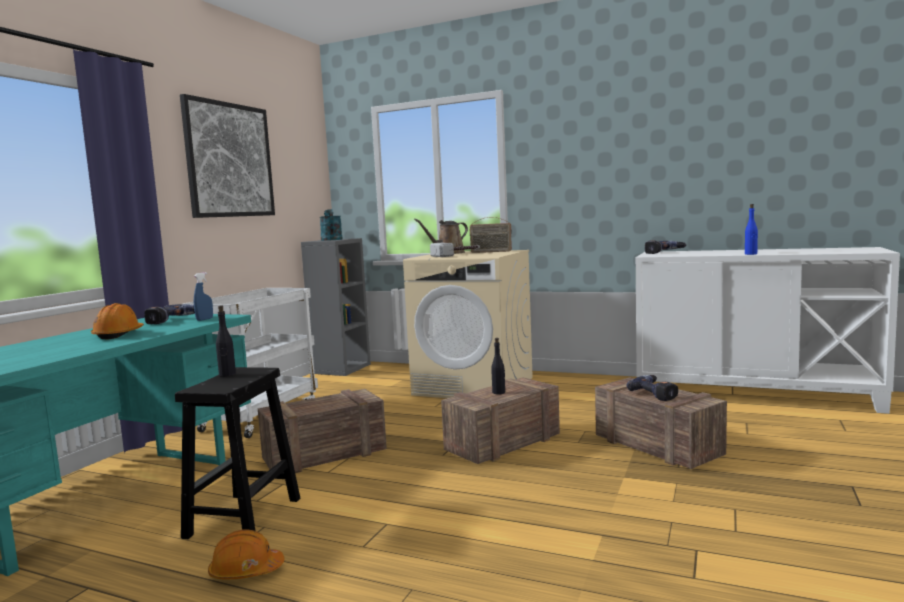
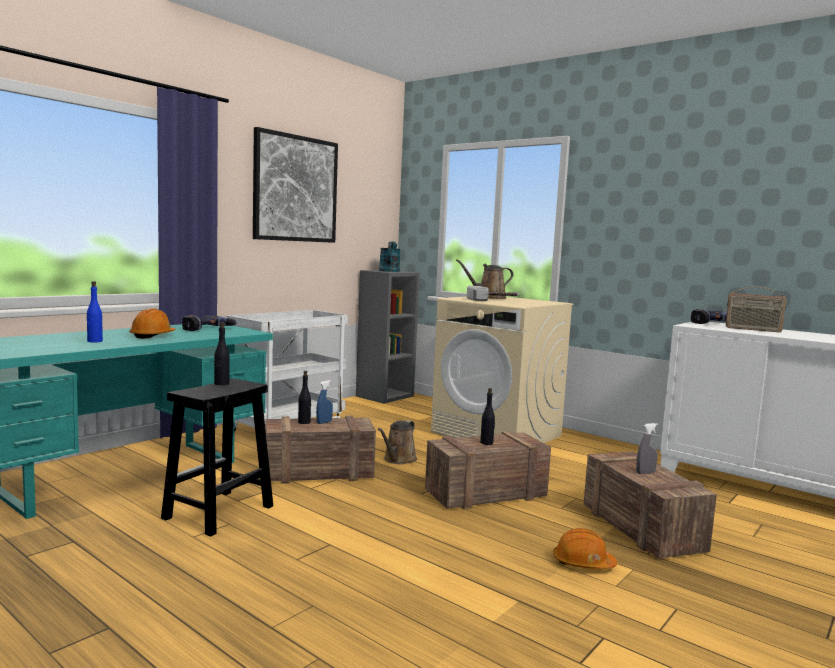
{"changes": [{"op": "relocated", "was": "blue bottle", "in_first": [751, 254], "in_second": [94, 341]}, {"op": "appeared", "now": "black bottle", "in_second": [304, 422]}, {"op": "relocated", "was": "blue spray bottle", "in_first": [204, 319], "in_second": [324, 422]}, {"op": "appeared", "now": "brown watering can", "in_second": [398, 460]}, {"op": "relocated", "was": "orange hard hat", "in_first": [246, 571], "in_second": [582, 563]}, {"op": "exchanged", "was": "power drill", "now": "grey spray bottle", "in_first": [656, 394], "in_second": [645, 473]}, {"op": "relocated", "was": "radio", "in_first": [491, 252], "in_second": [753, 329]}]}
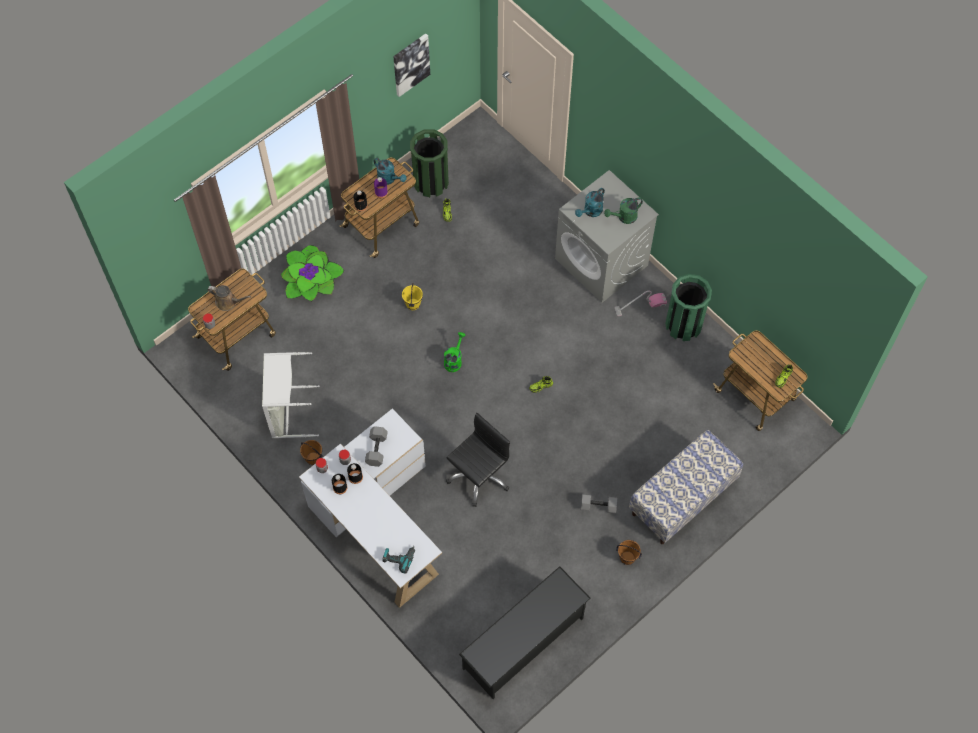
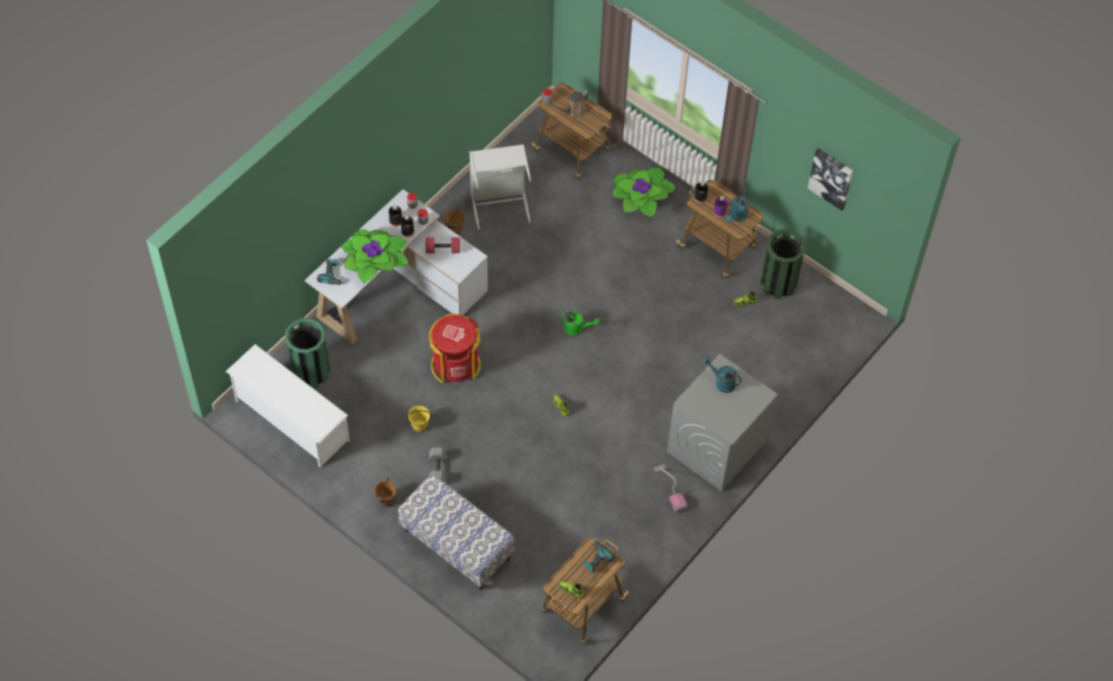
{"changes": [{"op": "colour", "was": "black shoe rack", "now": "white shoe rack", "in_first": [524, 643], "in_second": [291, 420]}, {"op": "relocated", "was": "green trash can", "in_first": [683, 325], "in_second": [311, 372]}, {"op": "appeared", "now": "potted plant", "in_second": [375, 263]}, {"op": "relocated", "was": "yellow bucket", "in_first": [413, 304], "in_second": [419, 426]}, {"op": "colour", "was": "grey dumbbell", "now": "red dumbbell", "in_first": [376, 449], "in_second": [443, 249]}, {"op": "exchanged", "was": "black office chair", "now": "red trash can", "in_first": [478, 476], "in_second": [455, 364]}, {"op": "spun", "was": "brown watering can", "in_first": [228, 302], "in_second": [574, 111], "clockwise": 45}, {"op": "appeared", "now": "power drill", "in_second": [595, 558]}, {"op": "missing", "was": "green watering can", "in_first": [624, 217]}]}
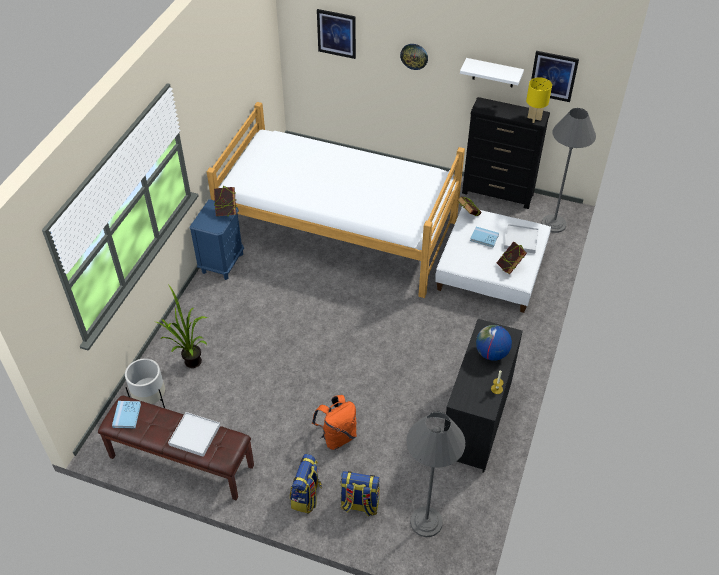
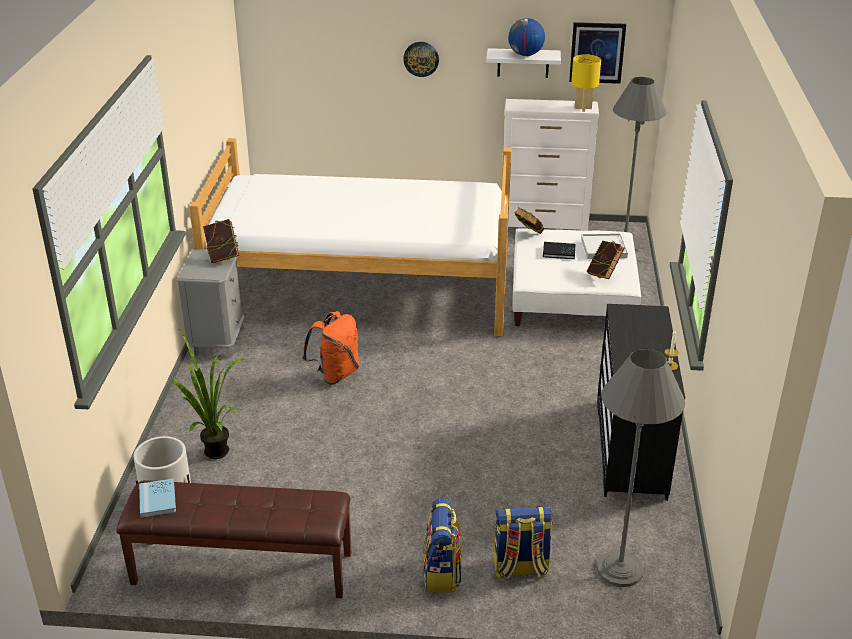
{"changes": [{"op": "colour", "was": "blue nightstand", "now": "grey nightstand", "in_first": [222, 263], "in_second": [217, 341]}, {"op": "relocated", "was": "orange backpack", "in_first": [337, 436], "in_second": [335, 374]}, {"op": "colour", "was": "black dresser", "now": "white dresser", "in_first": [498, 194], "in_second": [544, 227]}, {"op": "relocated", "was": "globe", "in_first": [491, 353], "in_second": [525, 55]}, {"op": "colour", "was": "blue book", "now": "black book", "in_first": [484, 238], "in_second": [559, 252]}, {"op": "missing", "was": "white tray", "in_first": [194, 435]}, {"op": "missing", "was": "picture", "in_first": [336, 33]}]}
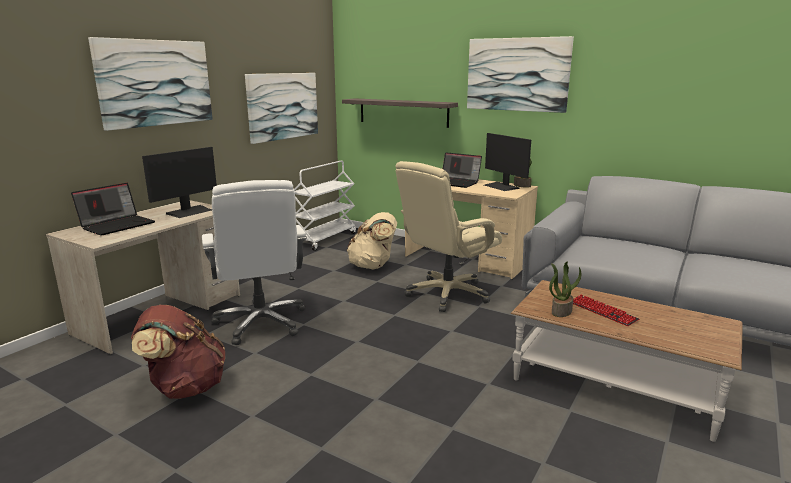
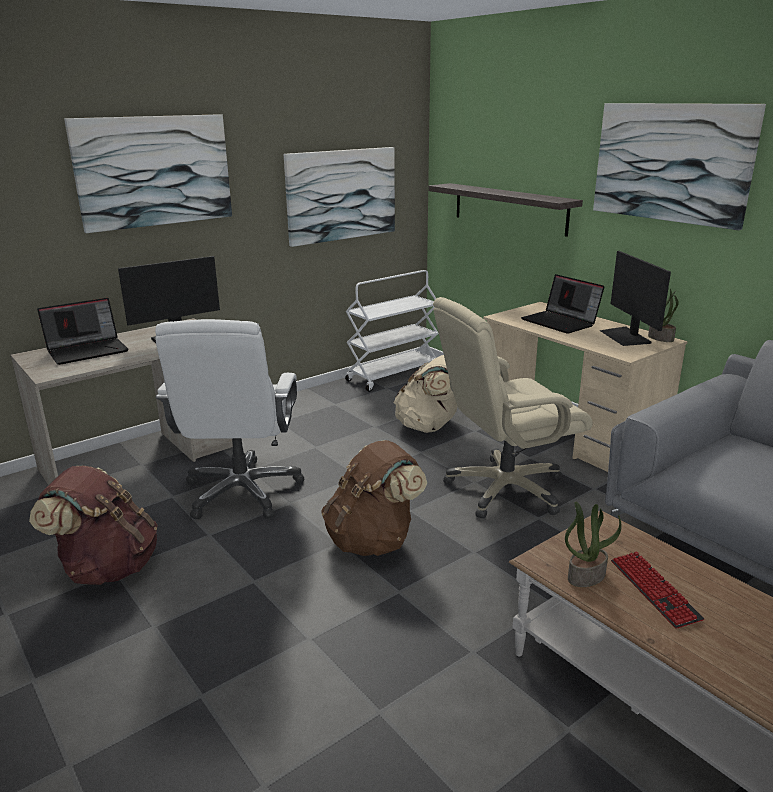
{"changes": [{"op": "appeared", "now": "brown backpack", "in_second": [373, 541]}]}
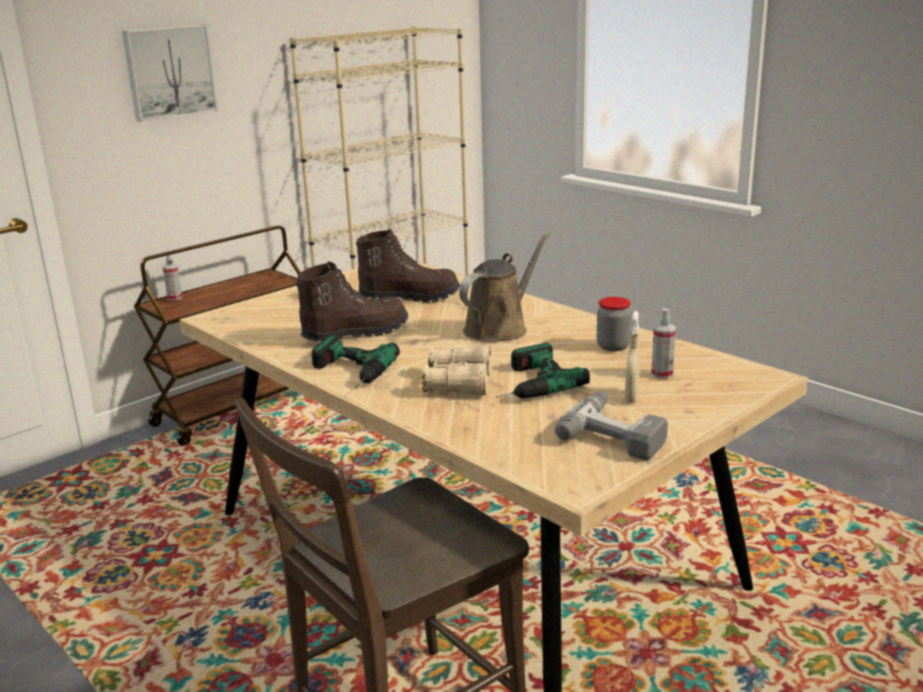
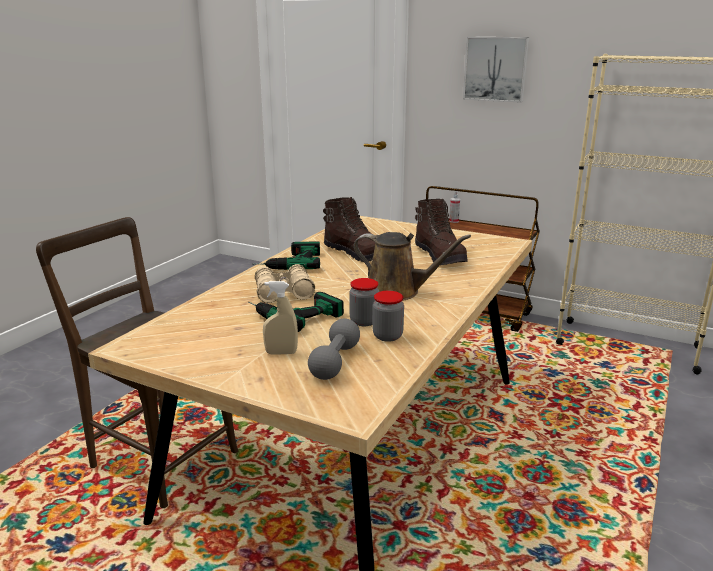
{"changes": [{"op": "exchanged", "was": "spray bottle", "now": "grey dumbbell", "in_first": [662, 374], "in_second": [335, 362]}, {"op": "appeared", "now": "jar", "in_second": [364, 321]}, {"op": "missing", "was": "power drill", "in_first": [618, 433]}]}
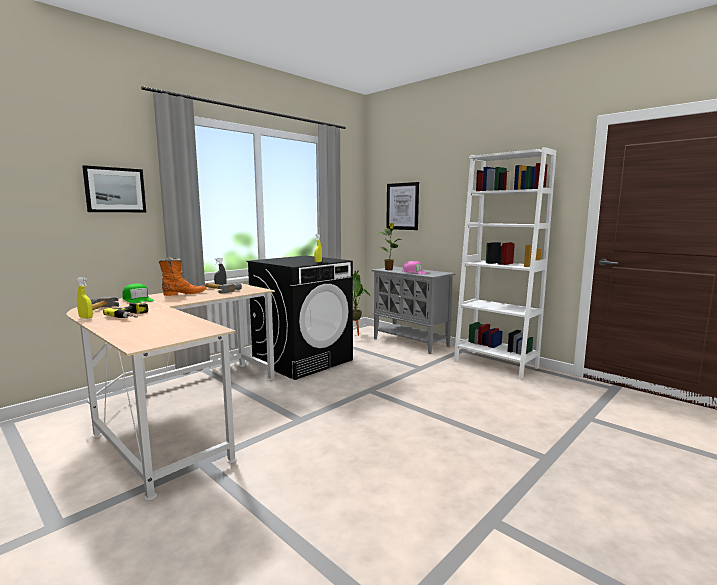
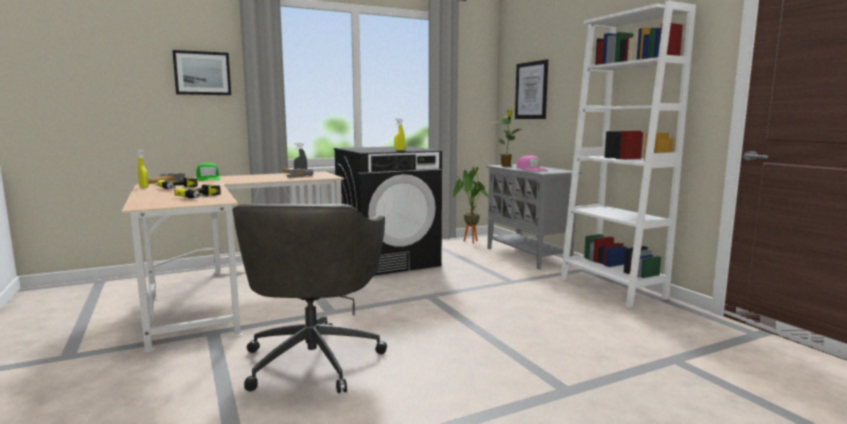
{"changes": [{"op": "appeared", "now": "power drill", "in_second": [205, 197]}, {"op": "appeared", "now": "grey office chair", "in_second": [314, 358]}, {"op": "missing", "was": "orange boot", "in_first": [184, 294]}]}
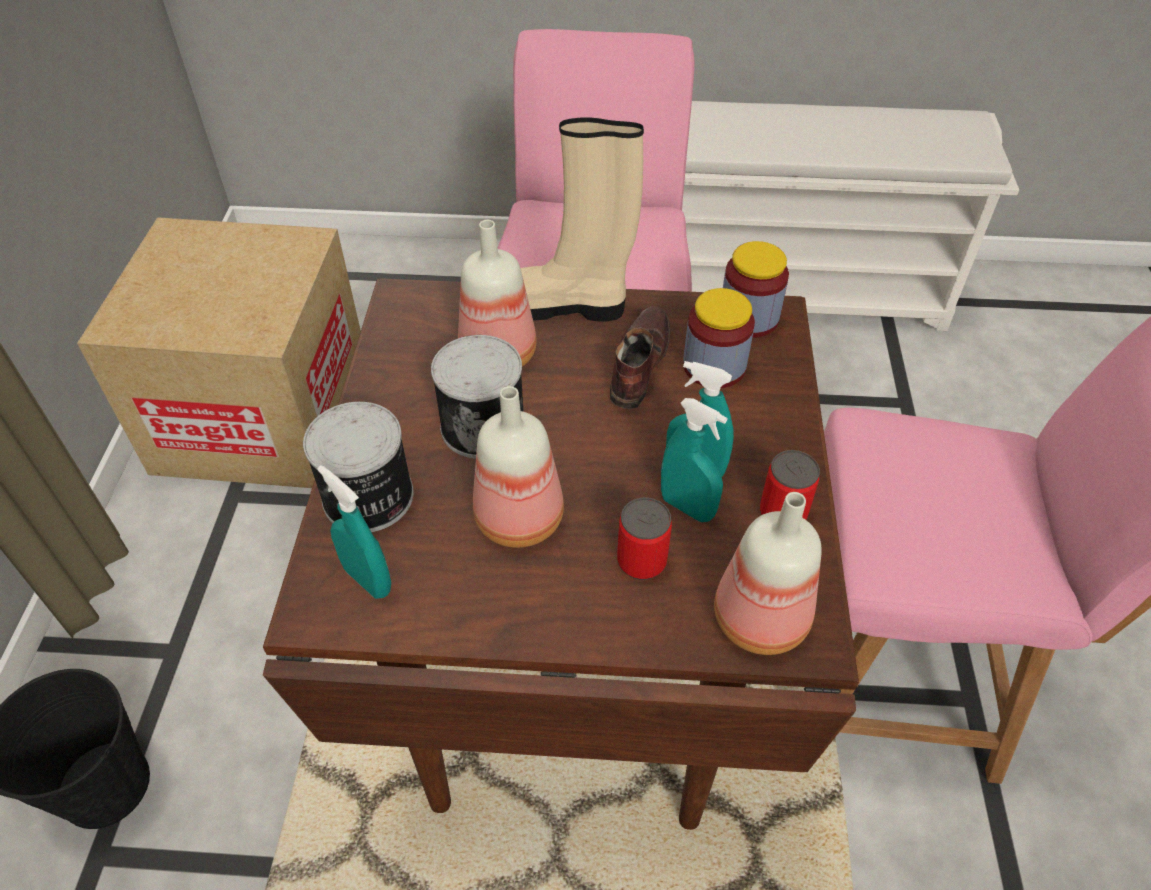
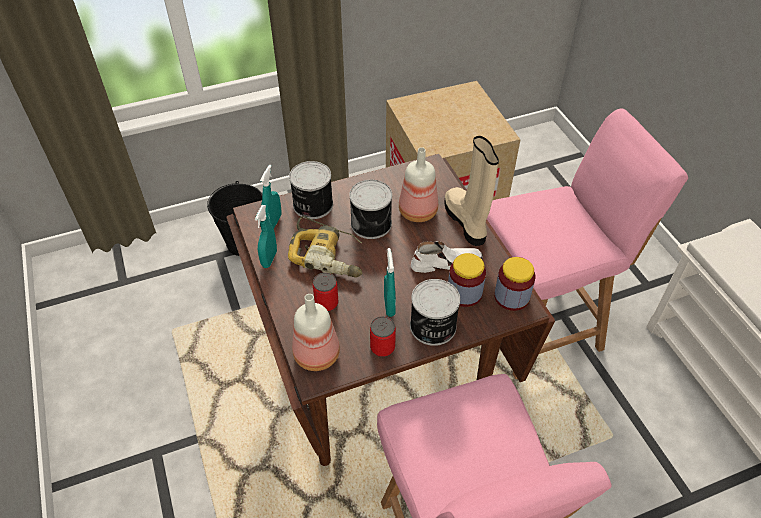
{"changes": [{"op": "relocated", "was": "turquoise spray bottle", "in_first": [687, 507], "in_second": [269, 259]}, {"op": "exchanged", "was": "bottle", "now": "power drill", "in_first": [519, 516], "in_second": [328, 254]}, {"op": "appeared", "now": "can", "in_second": [433, 327]}, {"op": "colour", "was": "brown shoe", "now": "white shoe", "in_first": [638, 364], "in_second": [446, 263]}]}
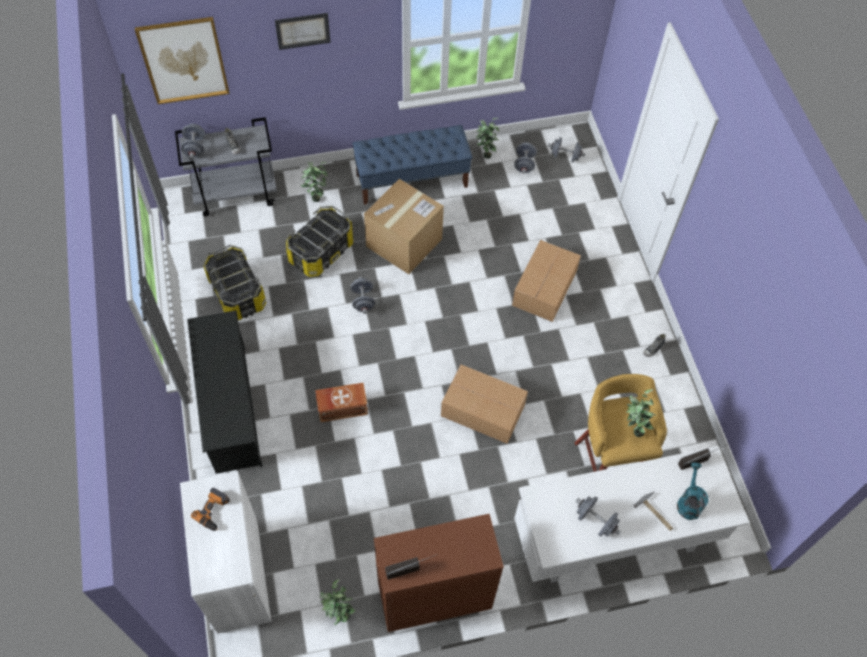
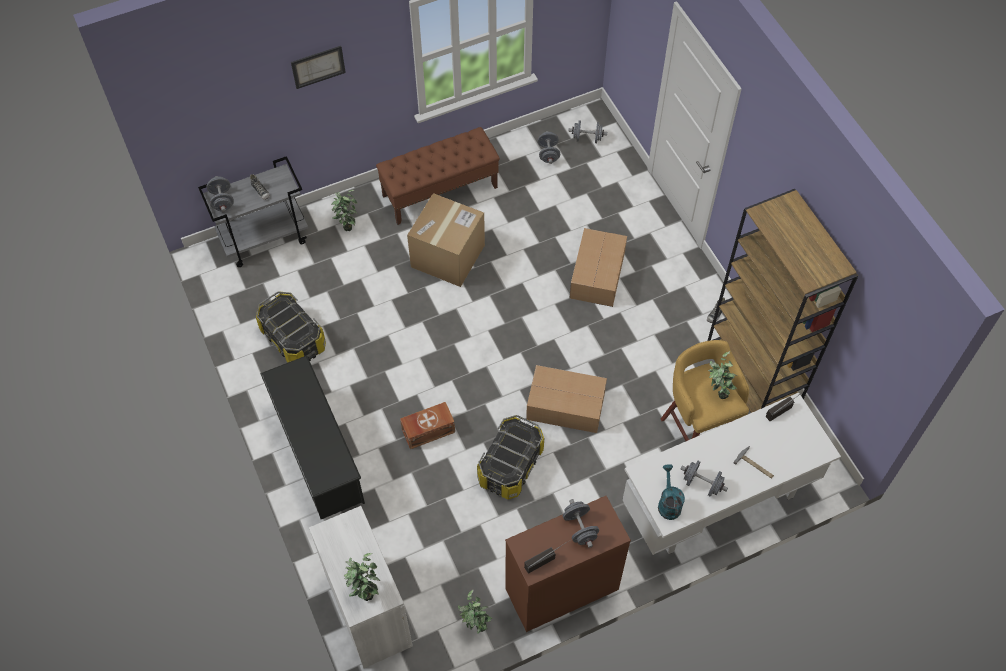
{"changes": [{"op": "relocated", "was": "potted plant", "in_first": [485, 153], "in_second": [364, 590]}, {"op": "colour", "was": "blue bench", "now": "brown bench", "in_first": [412, 180], "in_second": [440, 191]}, {"op": "relocated", "was": "storage box", "in_first": [321, 251], "in_second": [510, 465]}, {"op": "relocated", "was": "grey dumbbell", "in_first": [363, 301], "in_second": [580, 528]}, {"op": "relocated", "was": "turquoise watering can", "in_first": [688, 502], "in_second": [668, 503]}, {"op": "appeared", "now": "brown bookcase", "in_second": [753, 377]}, {"op": "missing", "was": "picture", "in_first": [184, 60]}, {"op": "missing", "was": "power drill", "in_first": [214, 511]}]}
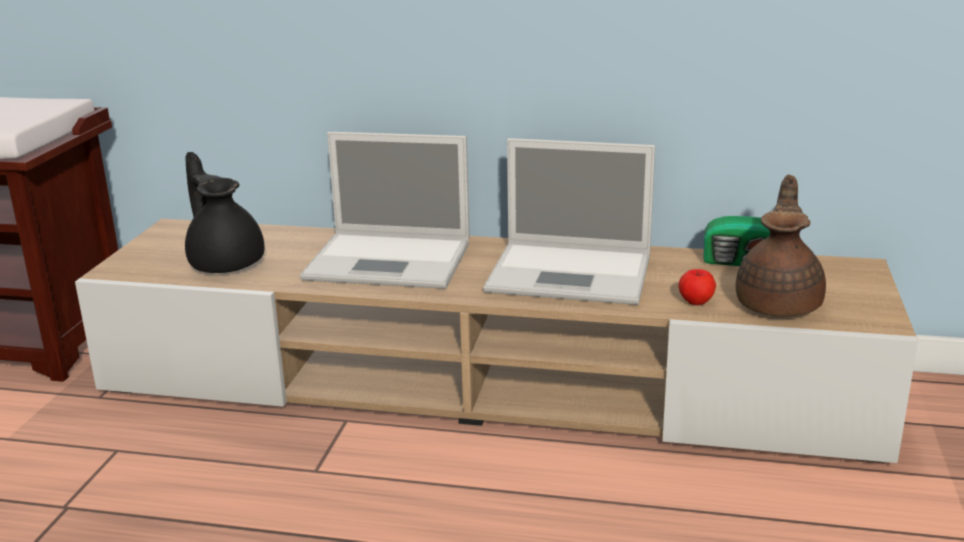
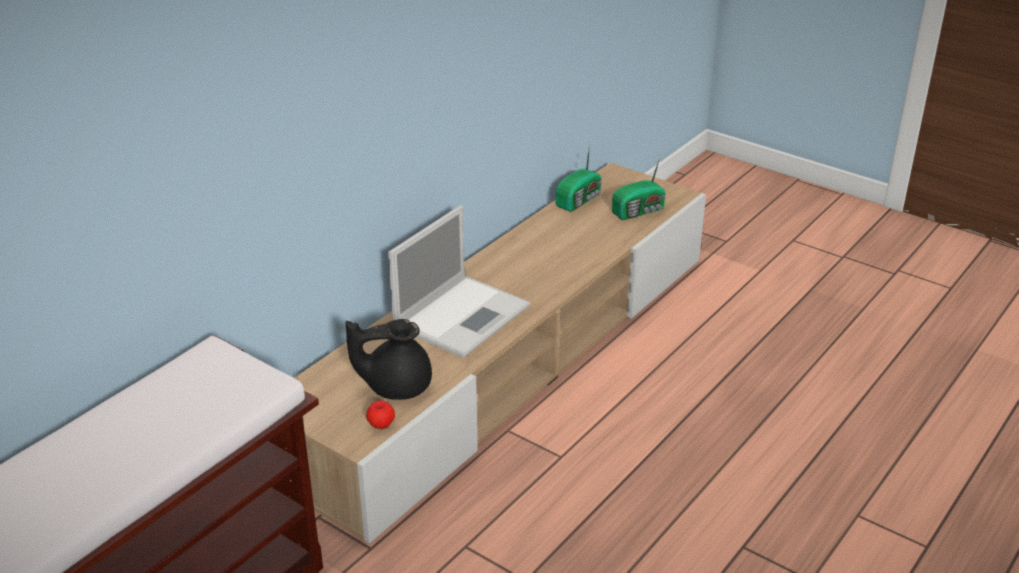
{"changes": [{"op": "relocated", "was": "apple", "in_first": [696, 302], "in_second": [381, 425]}, {"op": "exchanged", "was": "brown teapot", "now": "radio", "in_first": [779, 304], "in_second": [640, 211]}, {"op": "missing", "was": "laptop", "in_first": [573, 274]}]}
